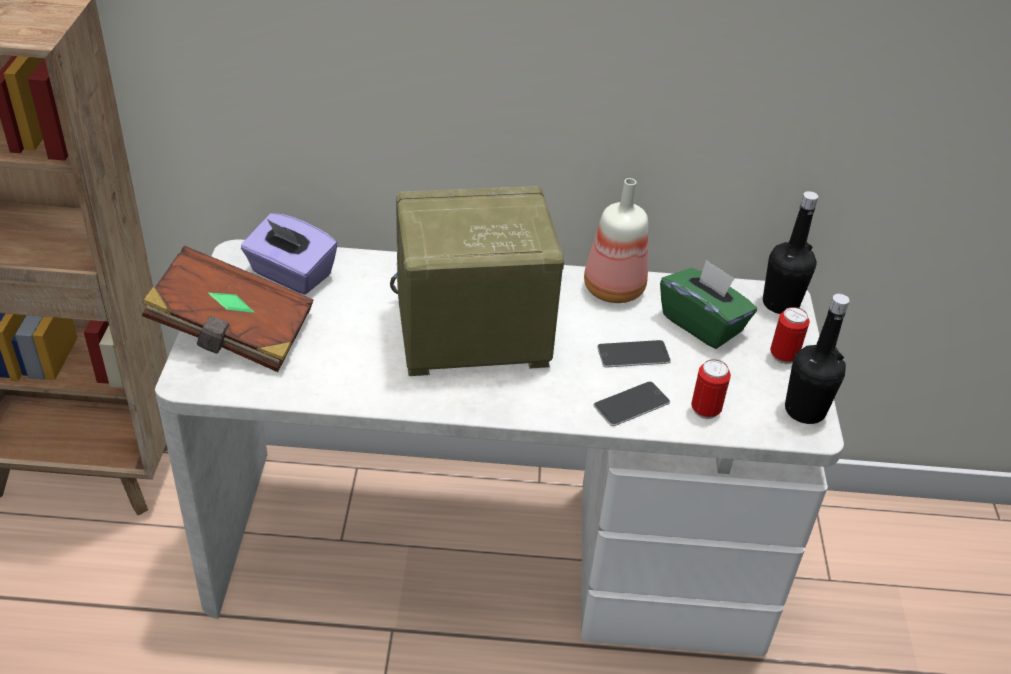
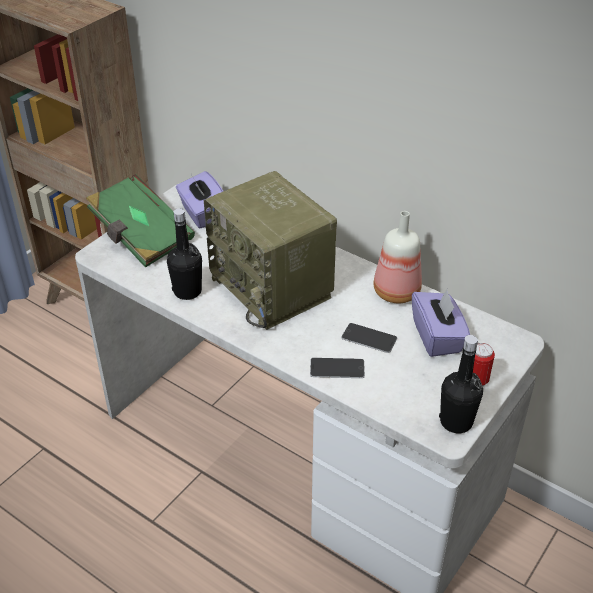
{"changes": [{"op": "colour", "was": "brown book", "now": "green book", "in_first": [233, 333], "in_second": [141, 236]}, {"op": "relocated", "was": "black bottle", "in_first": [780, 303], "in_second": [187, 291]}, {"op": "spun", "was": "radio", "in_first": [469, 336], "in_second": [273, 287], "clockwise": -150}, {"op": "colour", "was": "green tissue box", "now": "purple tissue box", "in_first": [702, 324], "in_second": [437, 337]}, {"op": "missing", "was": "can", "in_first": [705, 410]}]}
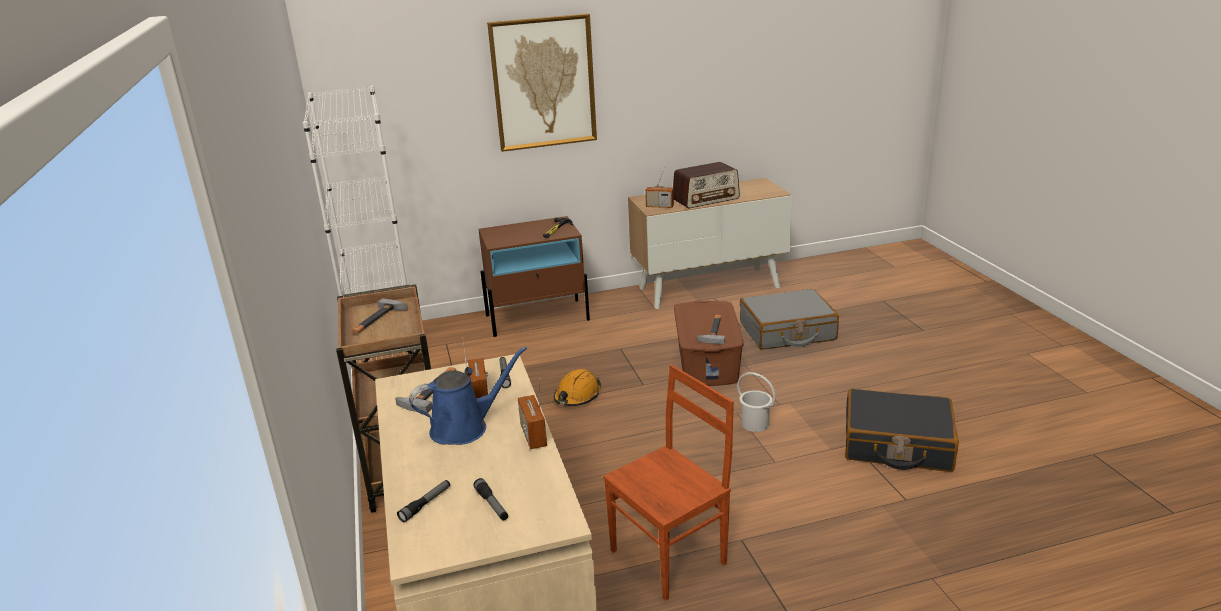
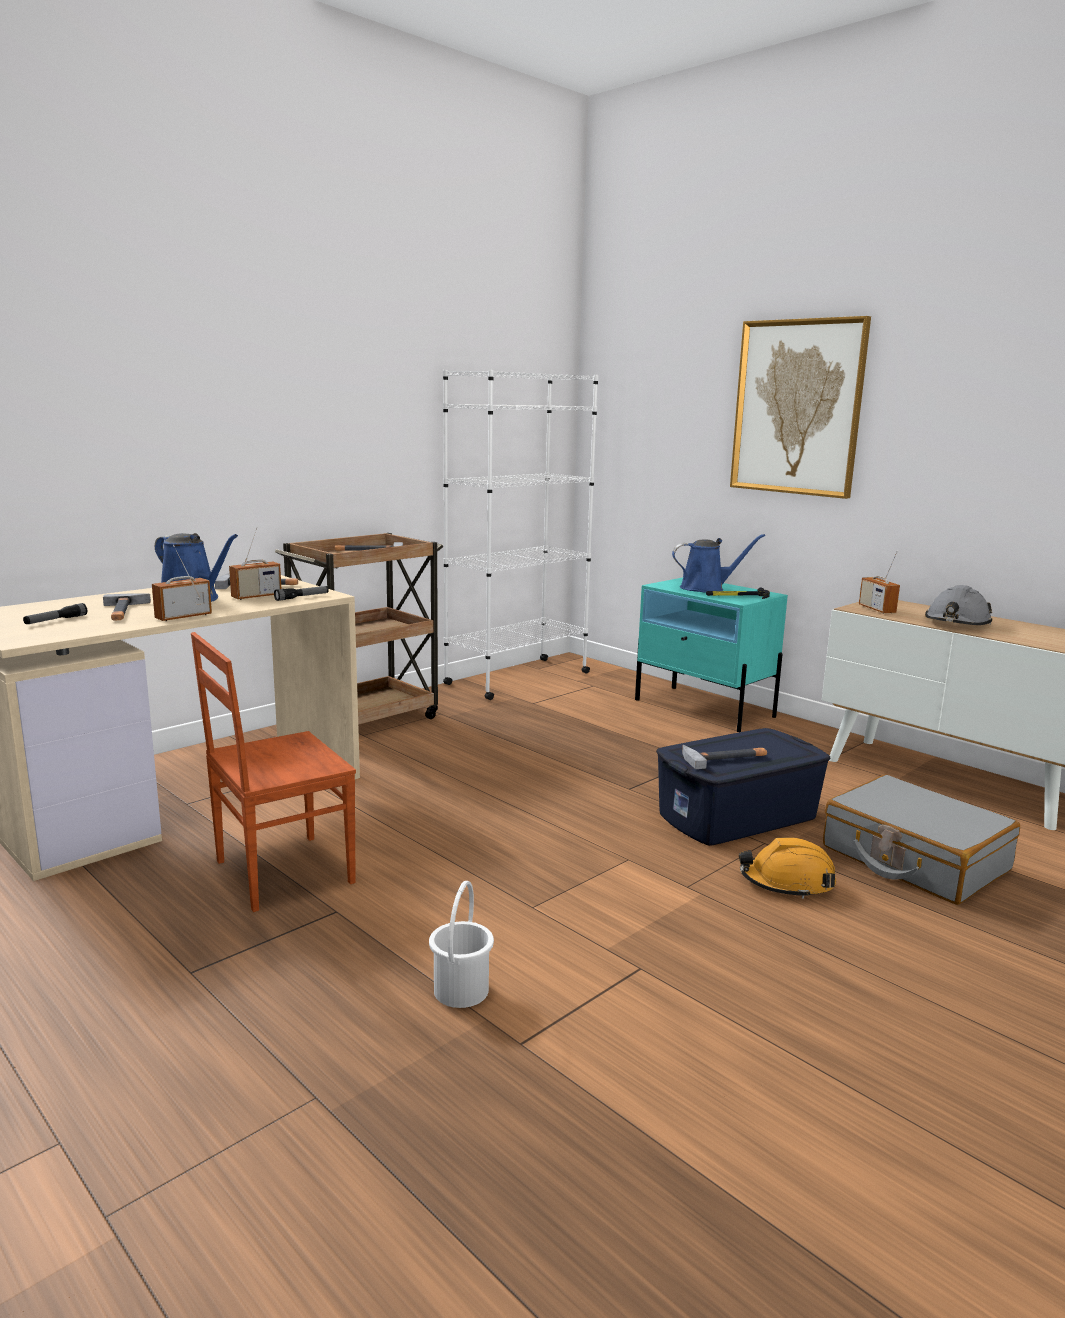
{"changes": [{"op": "appeared", "now": "hammer", "in_second": [124, 612]}, {"op": "spun", "was": "brown chair", "in_first": [670, 557], "in_second": [281, 871], "clockwise": 120}, {"op": "relocated", "was": "white bucket", "in_first": [755, 424], "in_second": [460, 990]}, {"op": "colour", "was": "brown nightstand", "now": "turquoise nightstand", "in_first": [538, 317], "in_second": [704, 708]}, {"op": "colour", "was": "brown storage box", "now": "blue storage box", "in_first": [707, 361], "in_second": [738, 816]}, {"op": "appeared", "now": "blue watering can", "in_second": [706, 588]}, {"op": "relocated", "was": "orange hard hat", "in_first": [577, 396], "in_second": [787, 882]}, {"op": "exchanged", "was": "radio", "now": "grey hard hat", "in_first": [706, 199], "in_second": [956, 623]}, {"op": "missing", "was": "flashlight", "in_first": [426, 504]}, {"op": "missing", "was": "black suitcase", "in_first": [897, 444]}]}
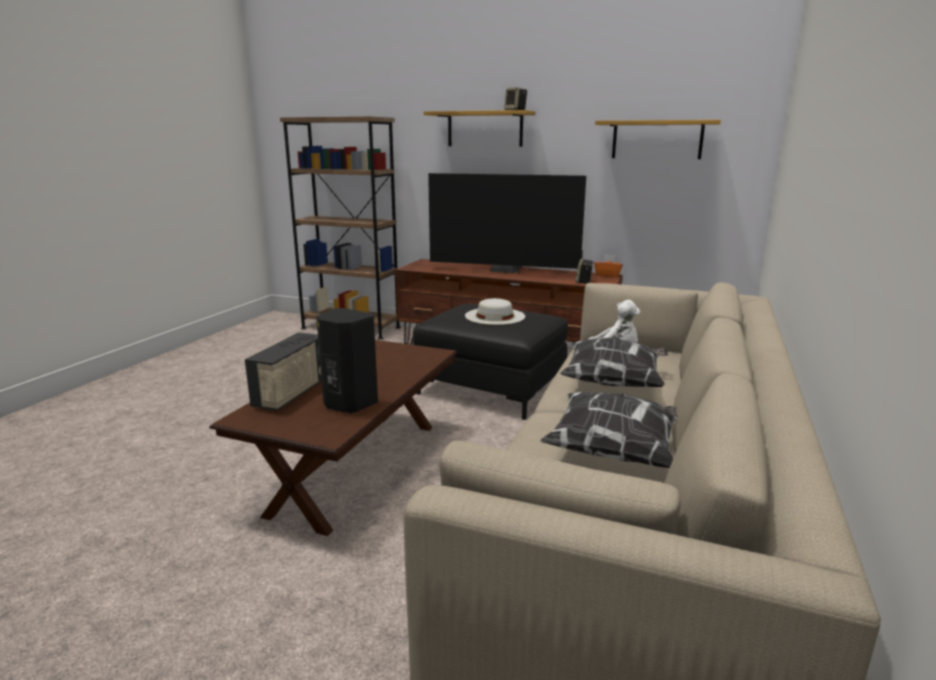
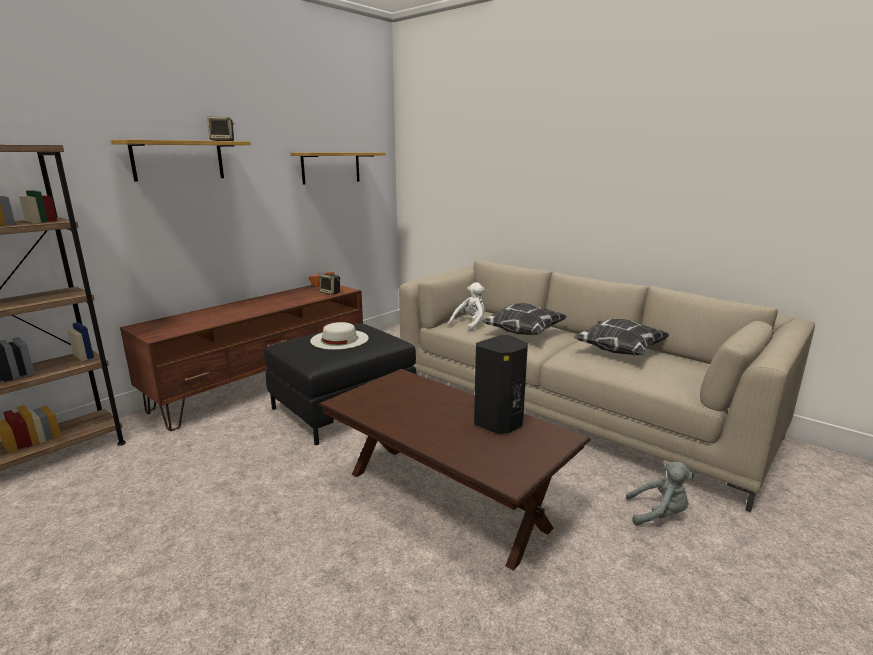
{"changes": [{"op": "appeared", "now": "grey plush toy", "in_second": [658, 514]}, {"op": "missing", "was": "radio", "in_first": [292, 394]}, {"op": "missing", "was": "television", "in_first": [505, 270]}]}
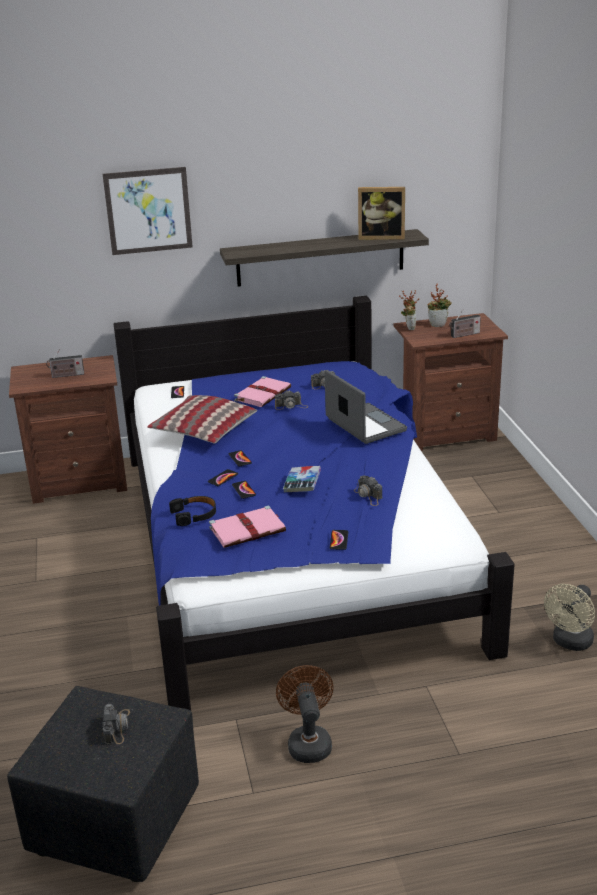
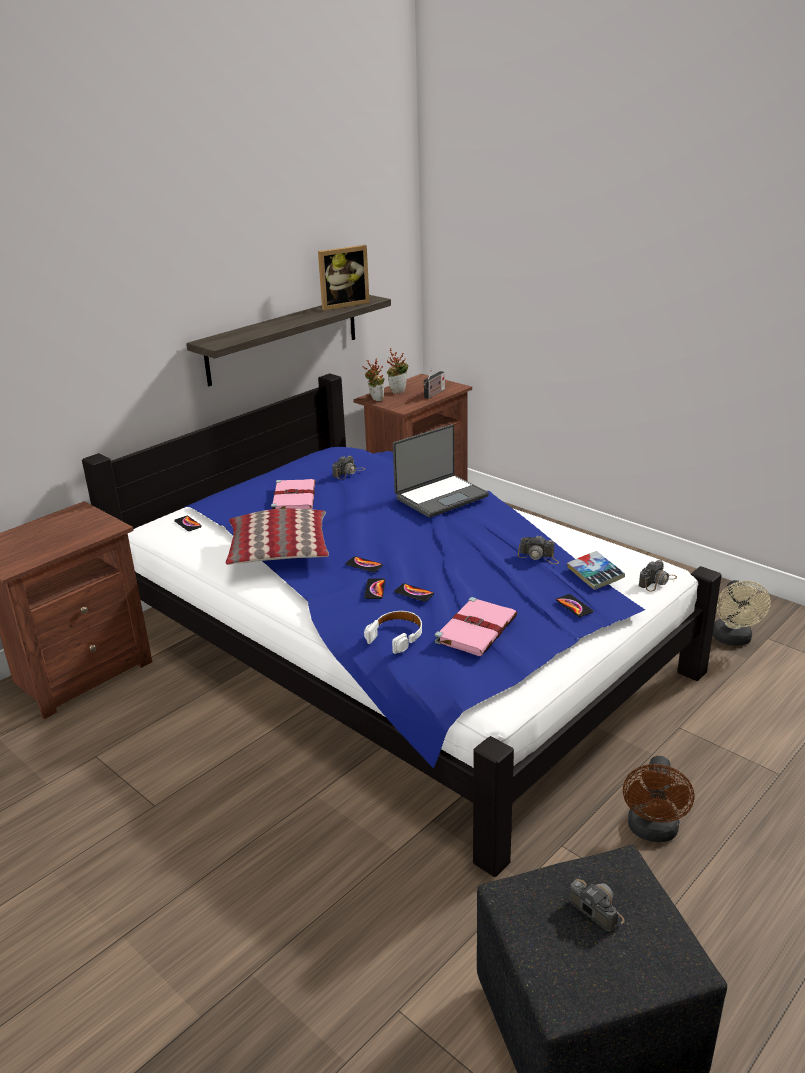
{"changes": [{"op": "colour", "was": "black headphones", "now": "white headphones", "in_first": [194, 515], "in_second": [396, 636]}, {"op": "spun", "was": "laptop", "in_first": [364, 425], "in_second": [440, 497], "clockwise": 120}, {"op": "relocated", "was": "book", "in_first": [302, 483], "in_second": [595, 575]}, {"op": "spun", "was": "brown fan", "in_first": [308, 742], "in_second": [652, 831], "clockwise": -120}, {"op": "relocated", "was": "photo camera", "in_first": [291, 406], "in_second": [657, 581]}, {"op": "missing", "was": "radio", "in_first": [66, 375]}, {"op": "missing", "was": "picture", "in_first": [148, 211]}]}
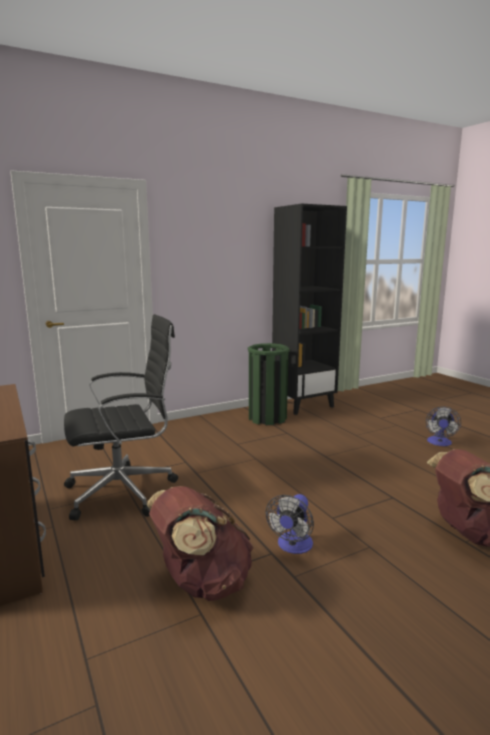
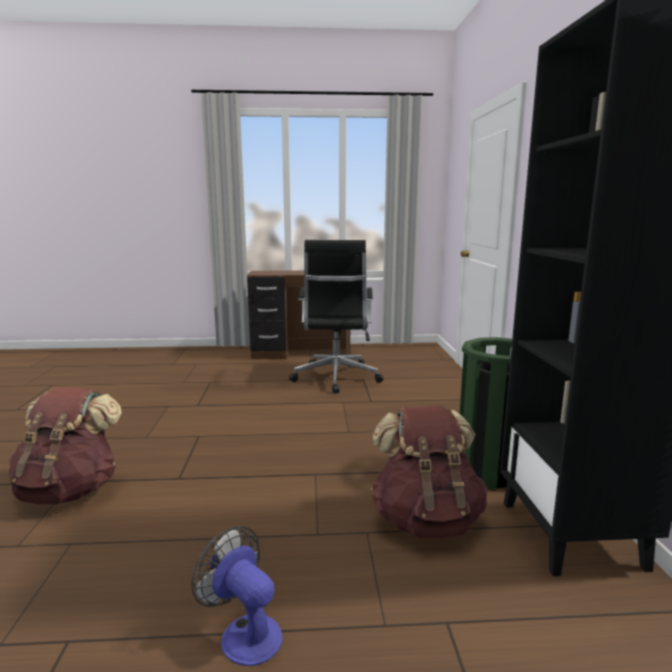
{"changes": [{"op": "relocated", "was": "brown backpack", "in_first": [202, 583], "in_second": [426, 520]}, {"op": "missing", "was": "fan", "in_first": [293, 546]}]}
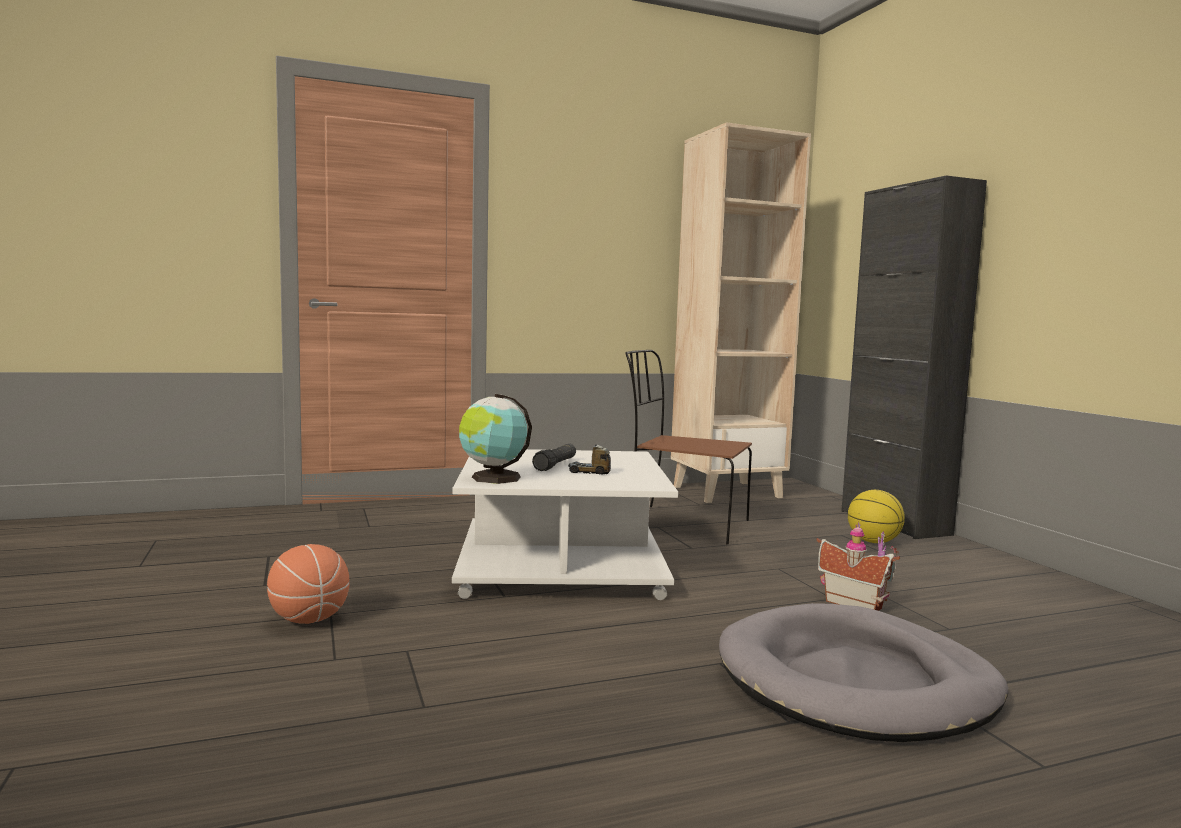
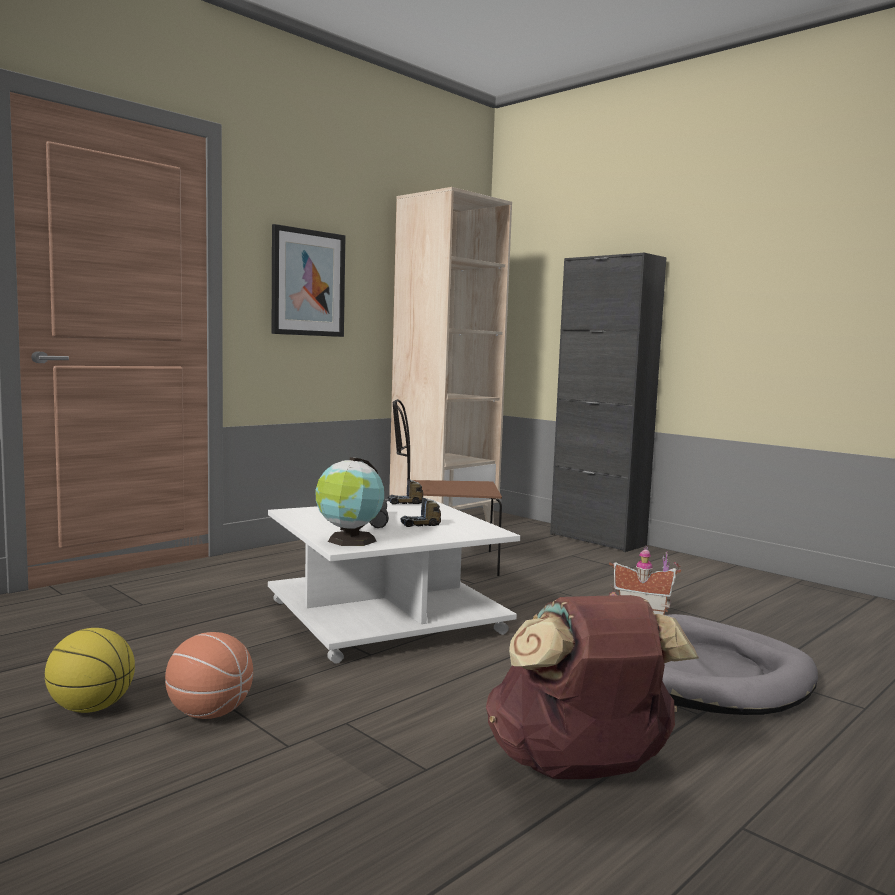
{"changes": [{"op": "relocated", "was": "basketball", "in_first": [873, 542], "in_second": [91, 708]}, {"op": "appeared", "now": "picture", "in_second": [308, 283]}, {"op": "appeared", "now": "toy truck", "in_second": [405, 503]}, {"op": "appeared", "now": "brown backpack", "in_second": [580, 770]}]}
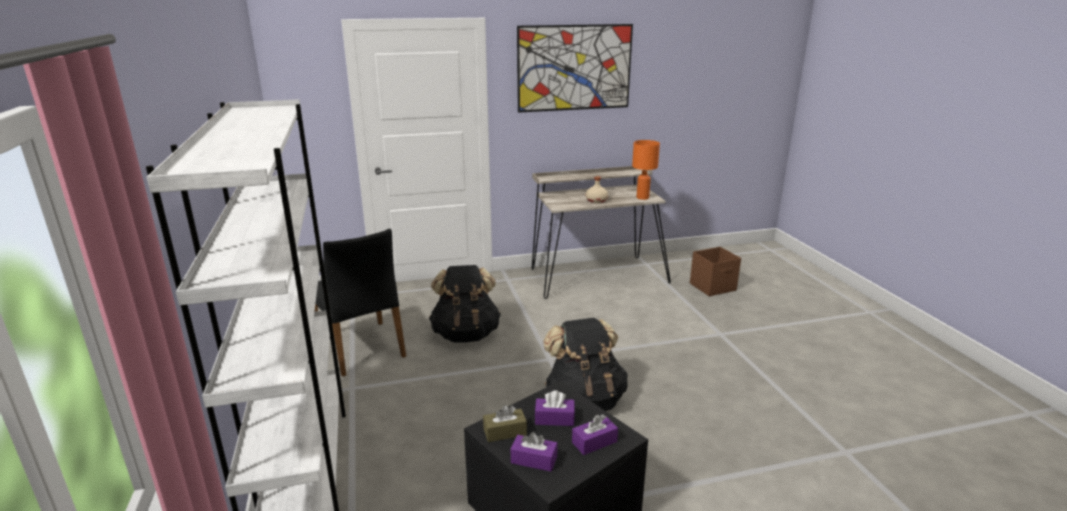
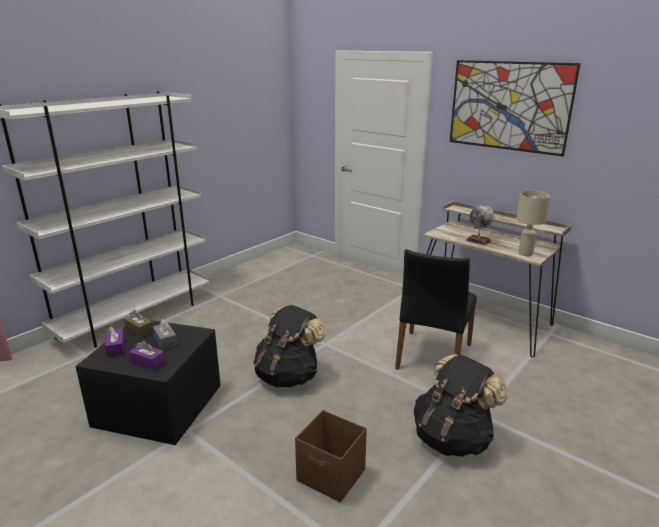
{"changes": [{"op": "colour", "was": "purple tissue box", "now": "grey tissue box", "in_first": [554, 419], "in_second": [165, 341]}, {"op": "relocated", "was": "brown storage box", "in_first": [713, 287], "in_second": [331, 476]}, {"op": "relocated", "was": "black chair", "in_first": [362, 348], "in_second": [432, 356]}, {"op": "relocated", "was": "black backpack", "in_first": [466, 334], "in_second": [452, 438]}, {"op": "exchanged", "was": "beige bottle", "now": "globe", "in_first": [596, 200], "in_second": [478, 240]}, {"op": "colour", "was": "orange table lamp", "now": "beige table lamp", "in_first": [642, 197], "in_second": [525, 253]}]}
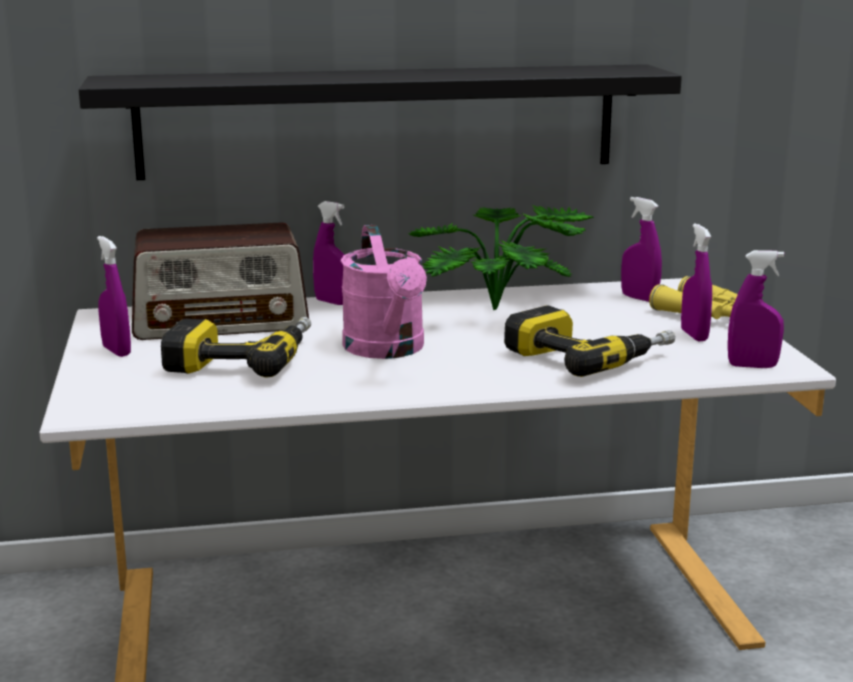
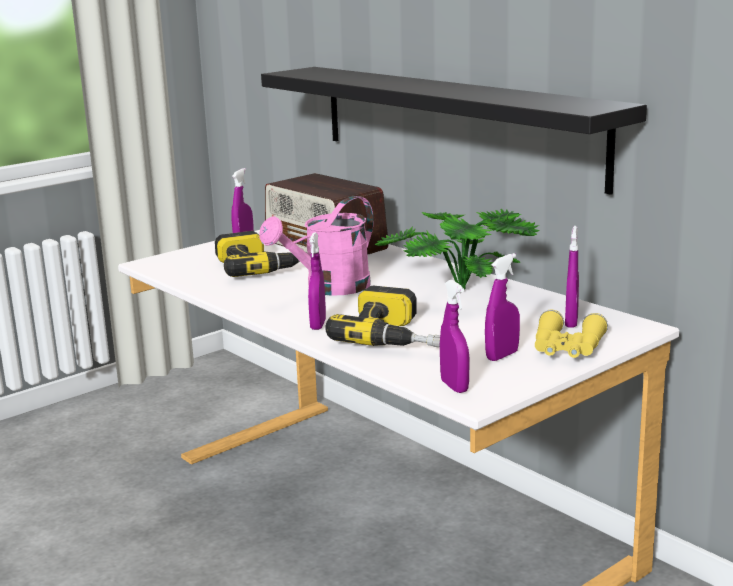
{"changes": [{"op": "relocated", "was": "purple spray bottle", "in_first": [332, 302], "in_second": [318, 325]}]}
